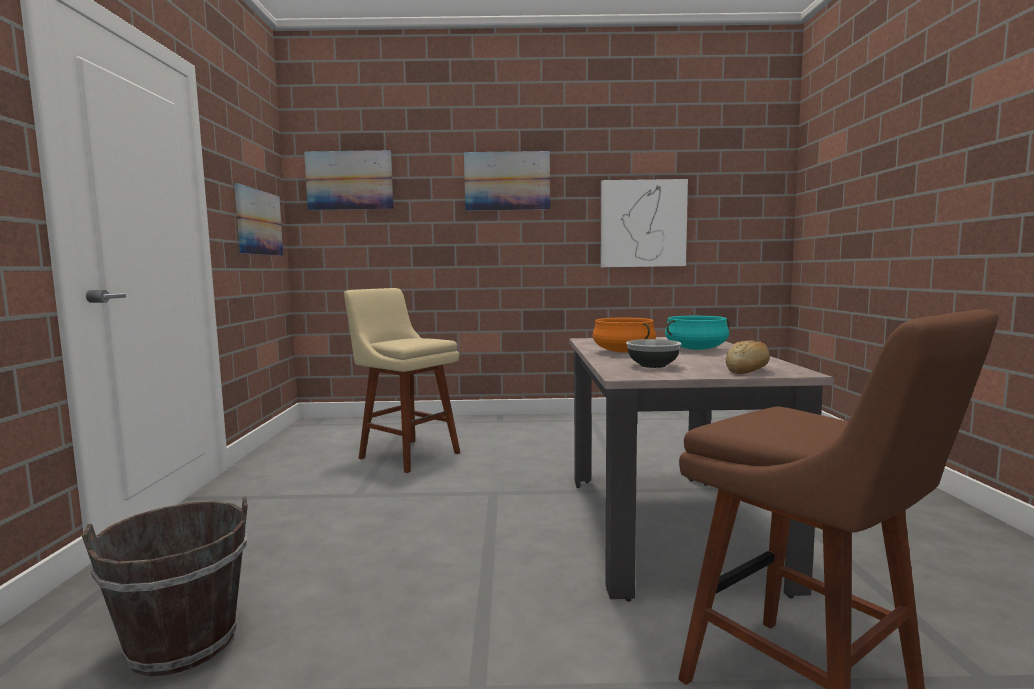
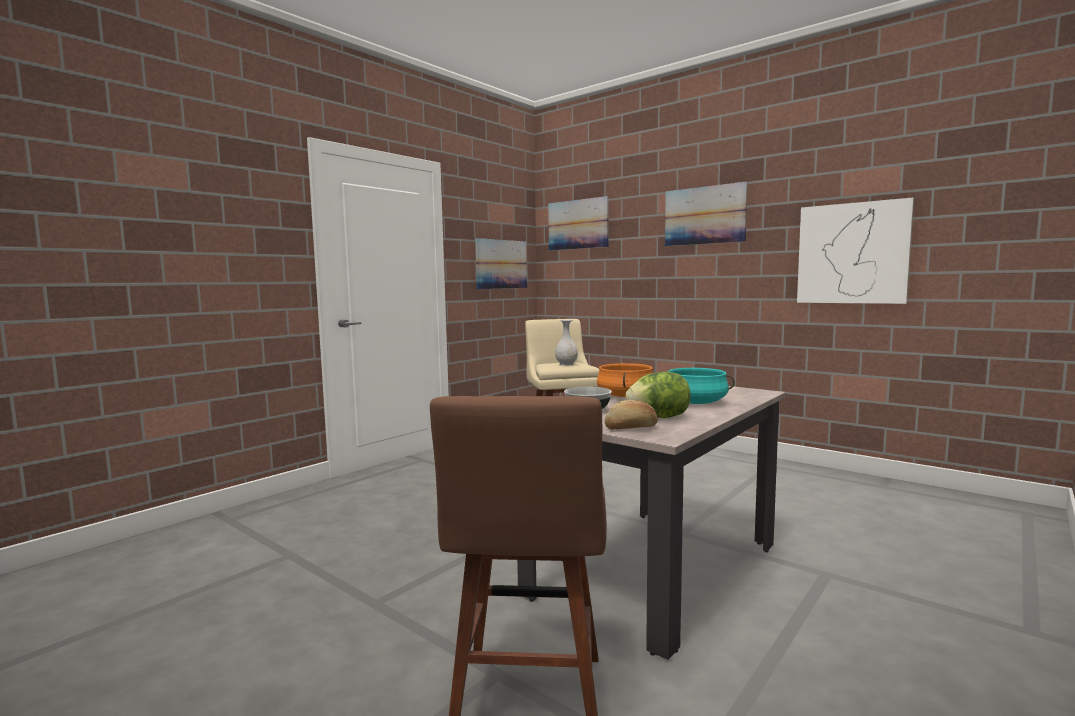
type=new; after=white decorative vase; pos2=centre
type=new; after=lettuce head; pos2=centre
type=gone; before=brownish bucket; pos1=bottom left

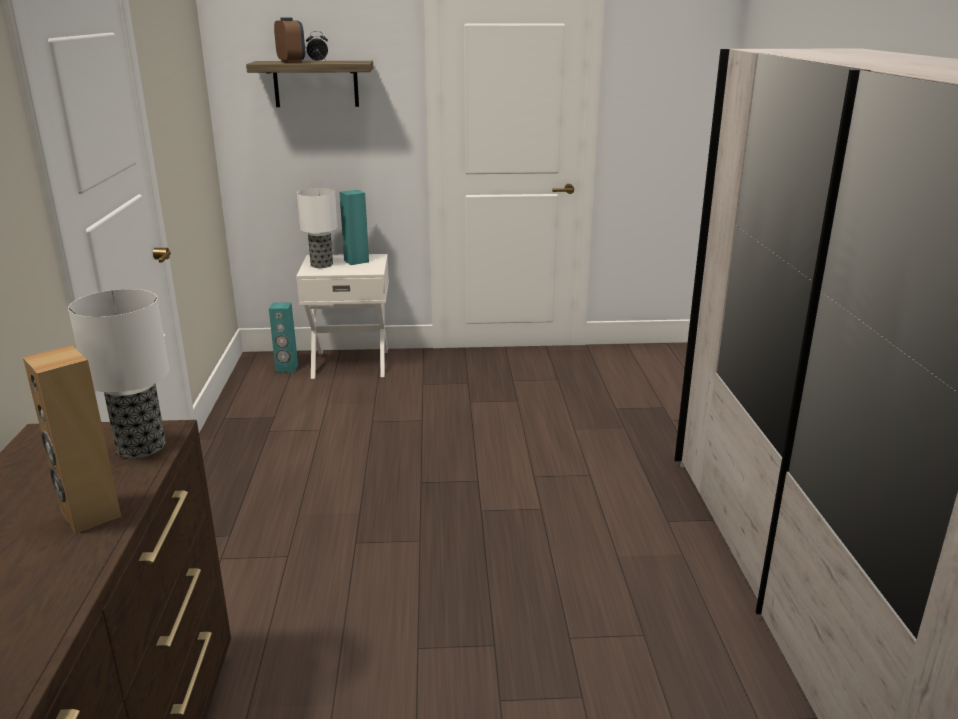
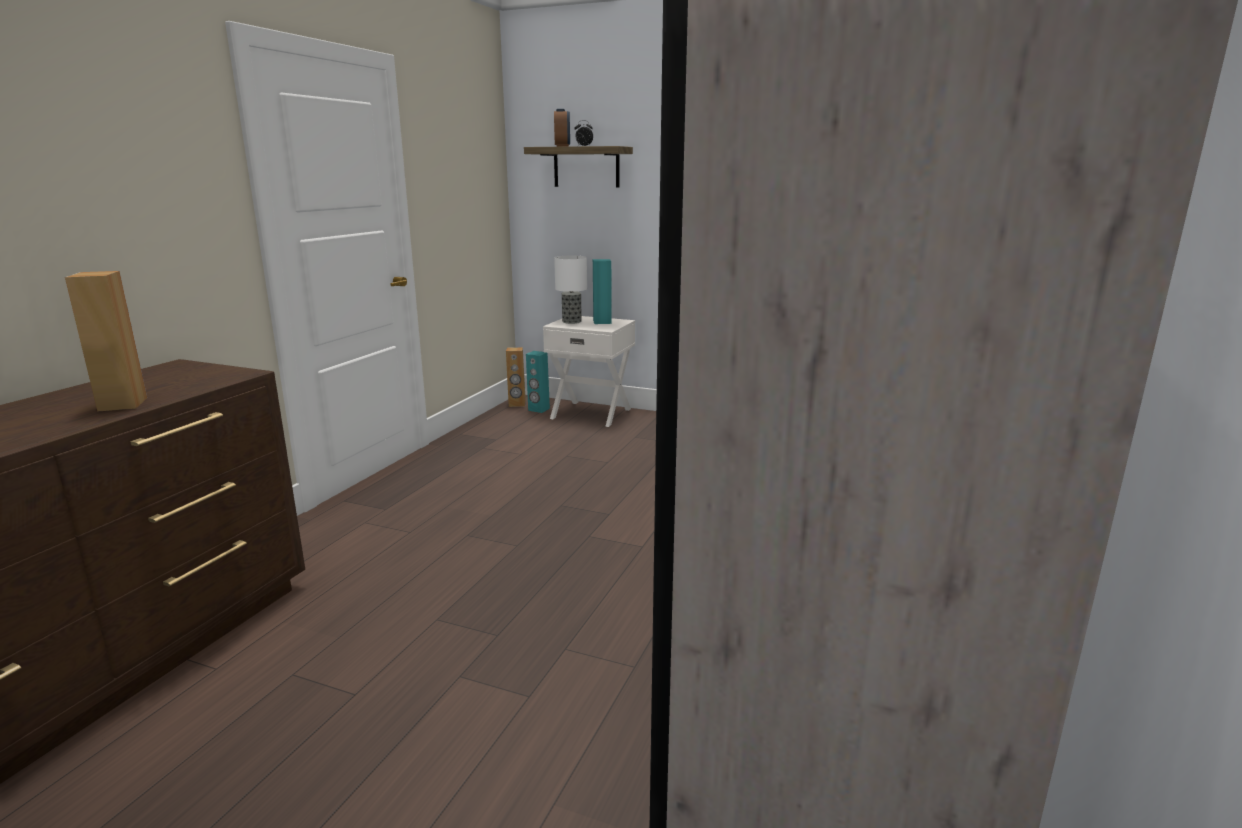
type=new; after=brownish speaker (no. 2 from left); pos2=centre
type=gone; before=table lamp (no. 1 from left); pos1=middle left

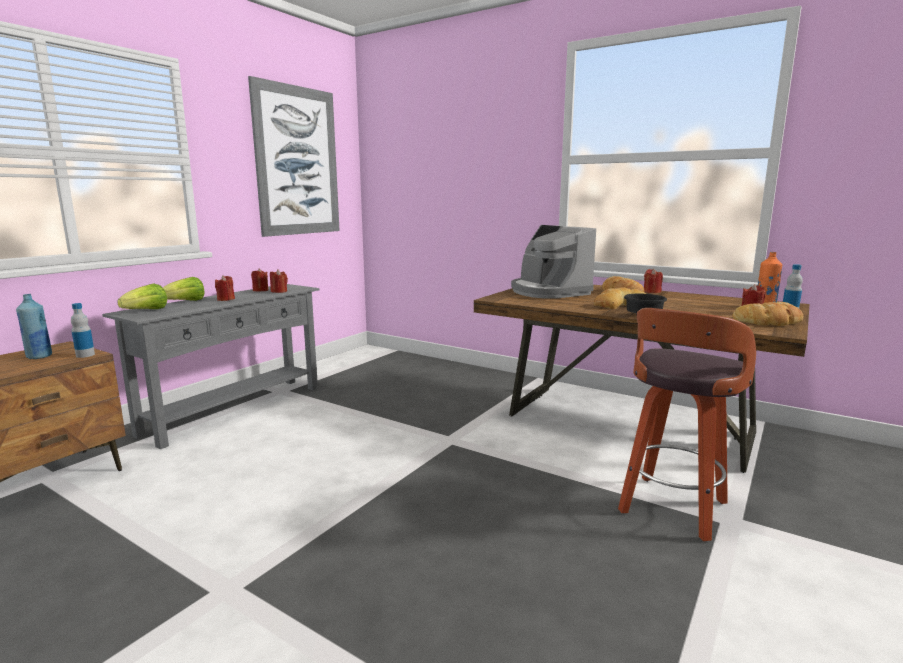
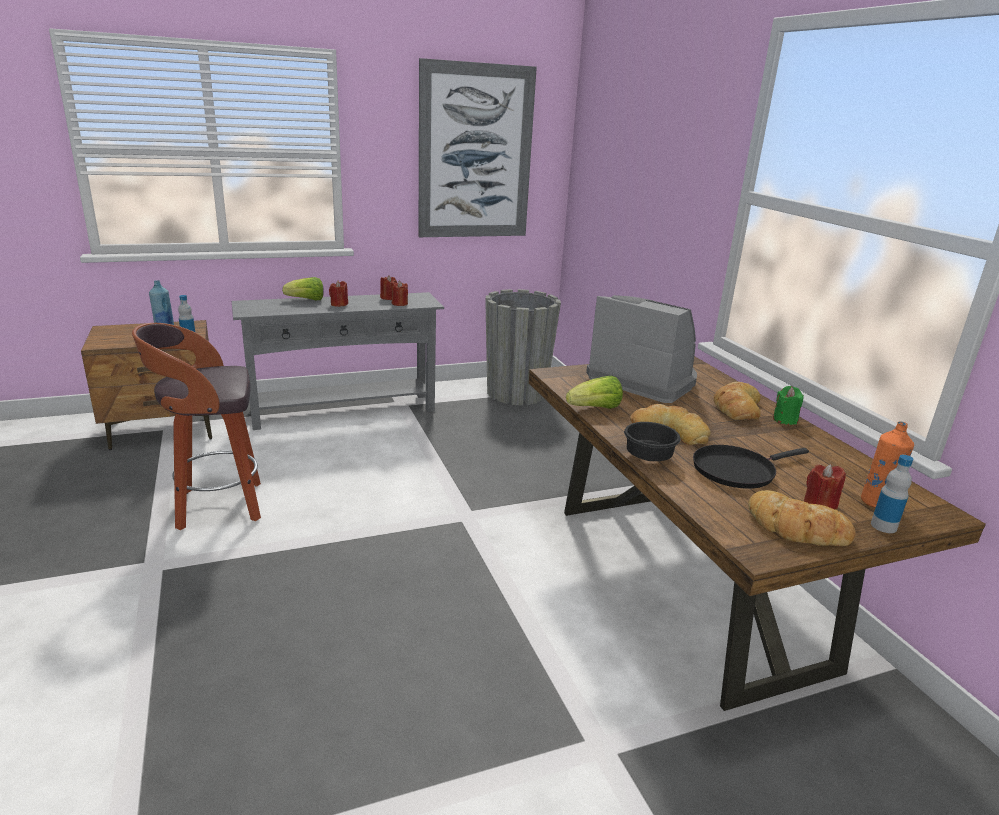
type=shifted; before=sitting stool; pos1=middle right; pos2=middle left
type=new; after=greyish plant pot; pos2=centre
type=shifted; before=lettuce head (no. 1 from left in the first image); after=lettuce head (no. 2 from left); pos1=middle left; pos2=centre
type=rotated; before=coffee brewer; pos1=centre; pos2=centre; turn=120
type=new; after=blackish skillet; pos2=middle right
type=repainted; before=red-coloured candle (no. 4 from left); after=green-coloured candle; pos1=middle right; pos2=middle right

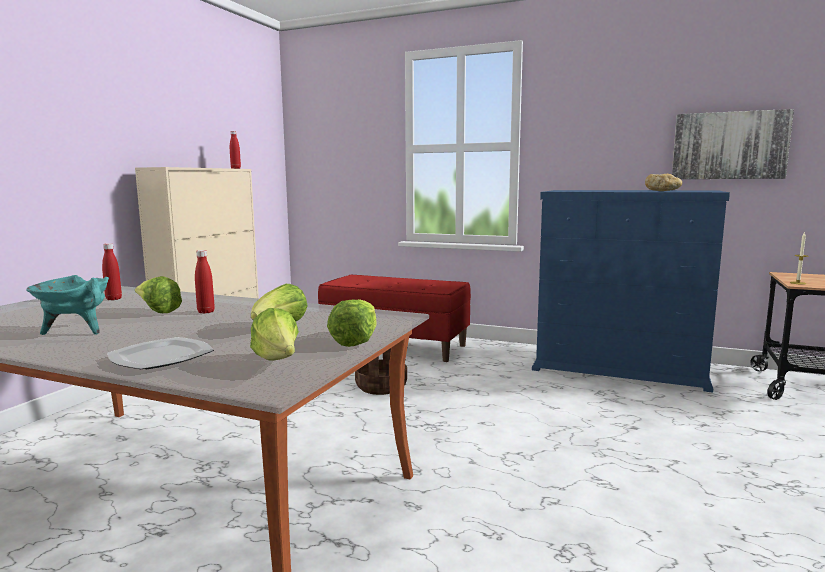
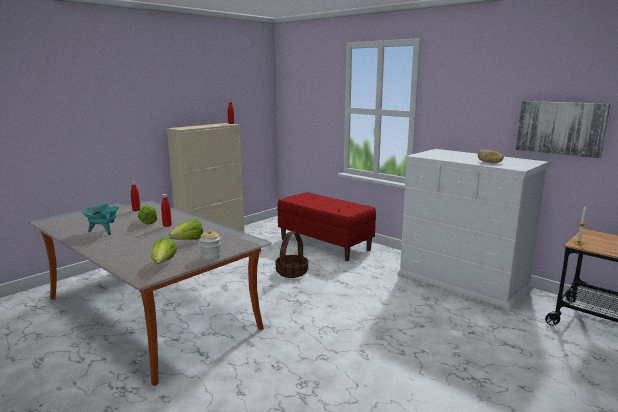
type=swapped; before=lettuce head (no. 4 from left); after=jar; pos1=centre; pos2=centre
type=repainted; before=blue chest of drawers; after=white chest of drawers; pos1=middle right; pos2=middle right
type=gone; before=dinner plate; pos1=middle left

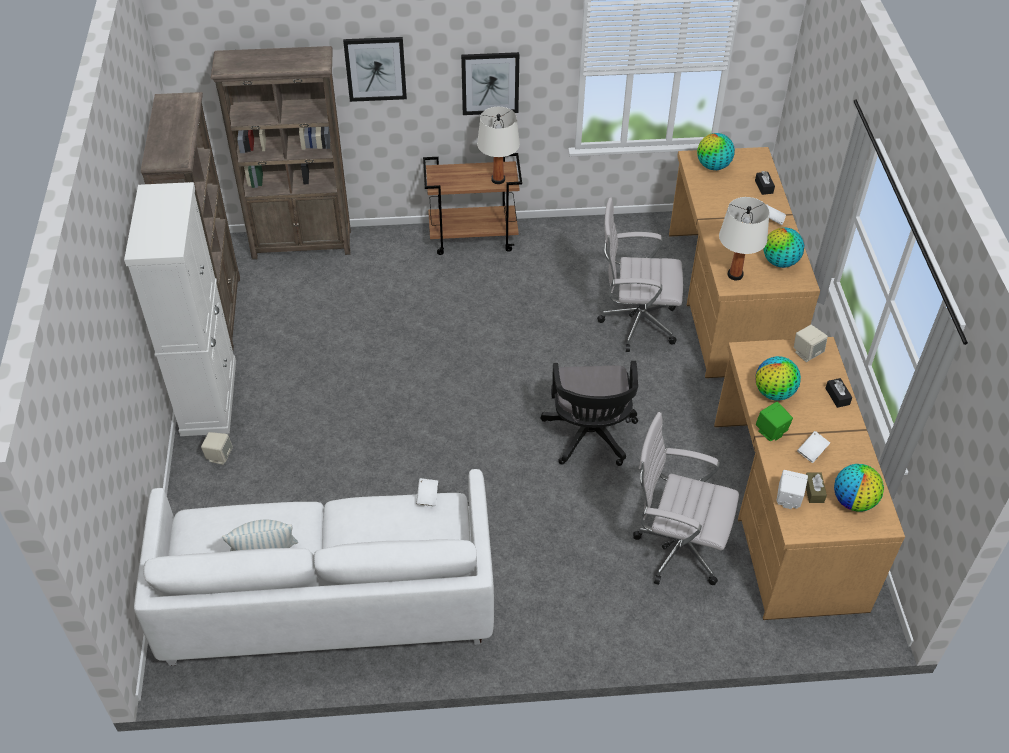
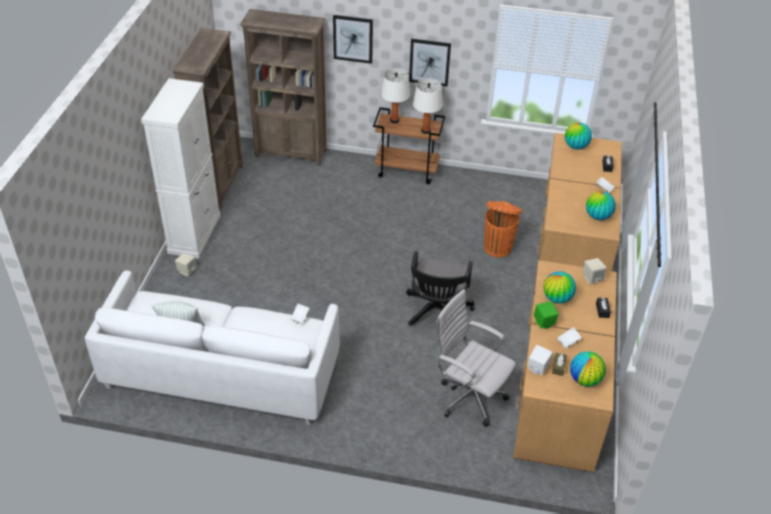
type=shifted; before=white table lamp (no. 2 from left in the first image); after=white table lamp (no. 1 from left); pos1=top right; pos2=top centre
type=swapped; before=white office chair (no. 1 from left); after=orange-coloured rubbish bin; pos1=centre; pos2=centre

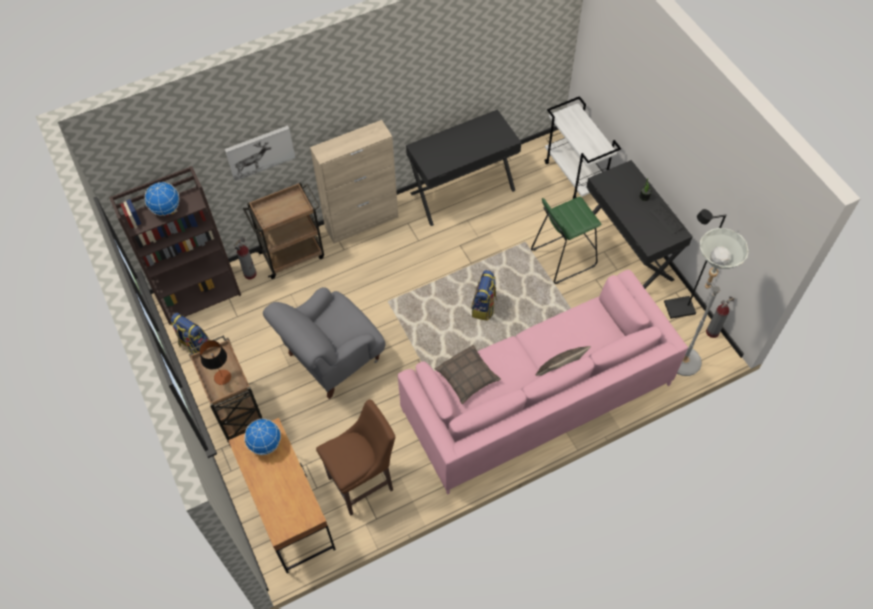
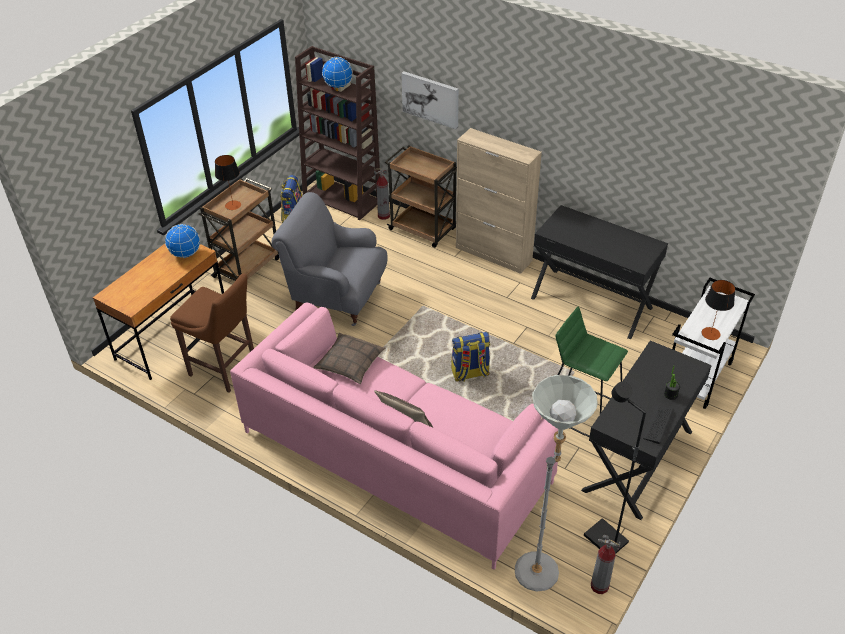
type=new; after=table lamp (no. 2 from left); pos2=middle right

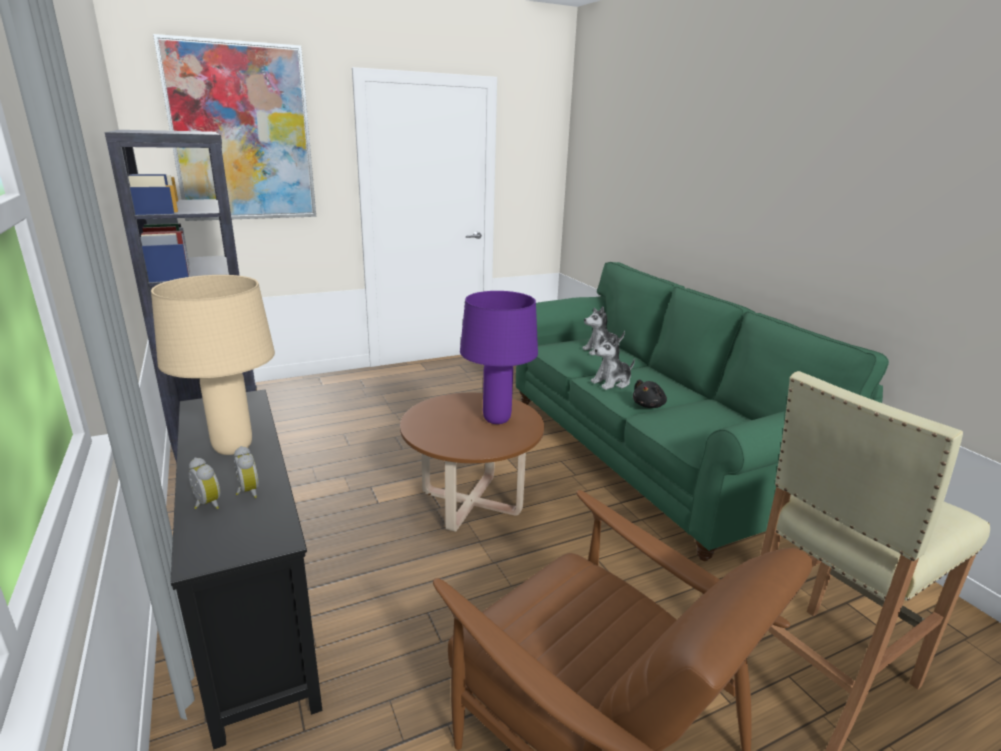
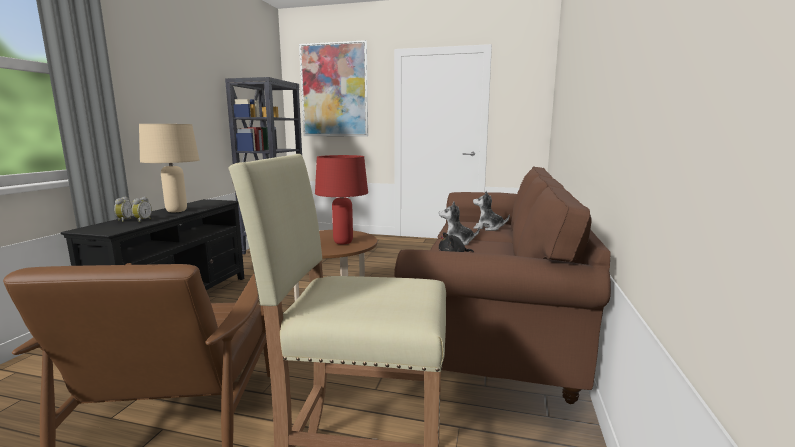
type=repainted; before=purplish table lamp; after=red-coloured table lamp; pos1=centre; pos2=centre
type=repainted; before=green-coloured sofa; after=brownish sofa; pos1=middle right; pos2=centre

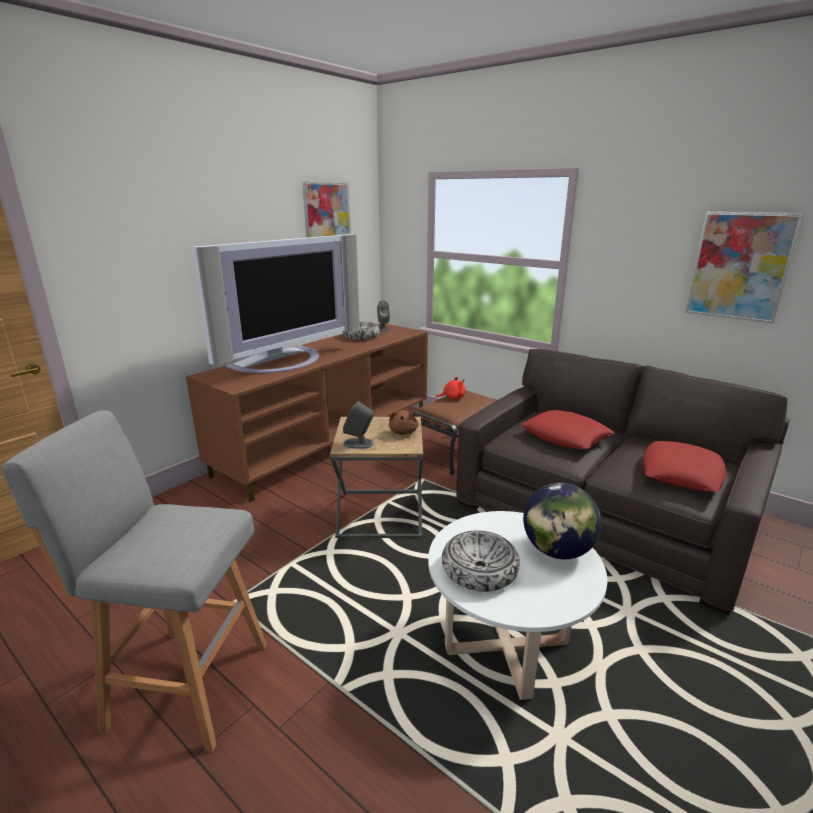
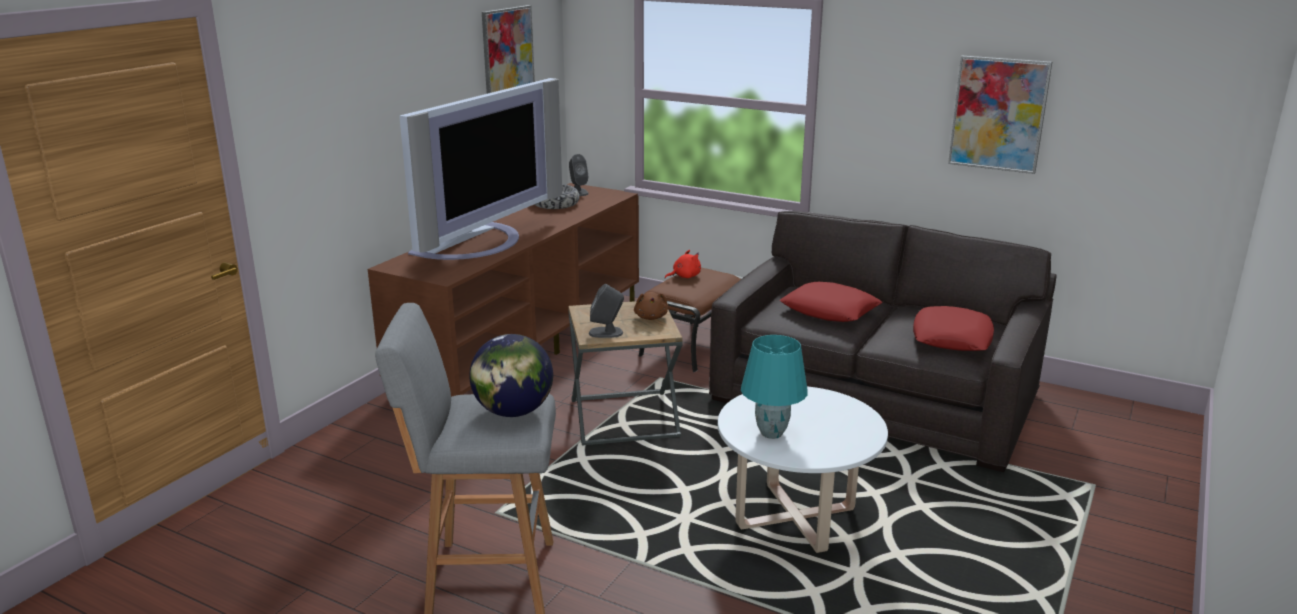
type=shifted; before=globe; pos1=middle right; pos2=centre
type=swapped; before=deep dish (no. 2 from left); after=turquoise table lamp; pos1=bottom centre; pos2=centre

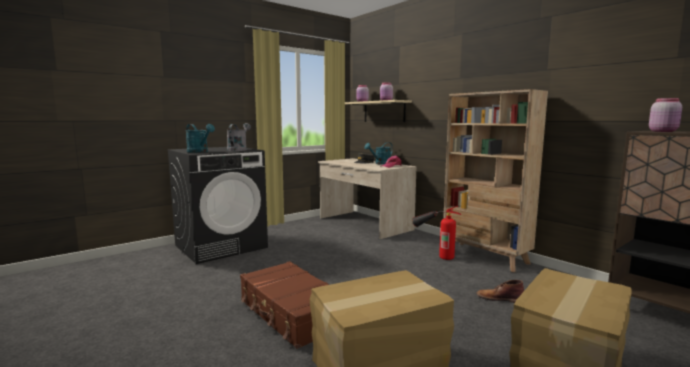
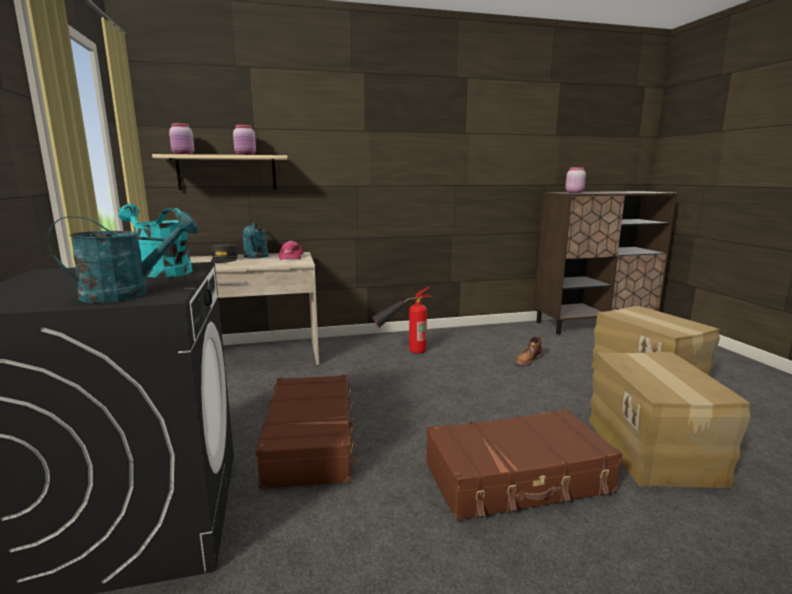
type=repainted; before=greyish sprinkling can; after=turquoise sprinkling can (no. 2 from left); pos1=centre; pos2=middle left
type=new; after=brownish suitcase (no. 1 from left); pos2=bottom centre
type=gone; before=beige-coloured bookcase; pos1=middle right

